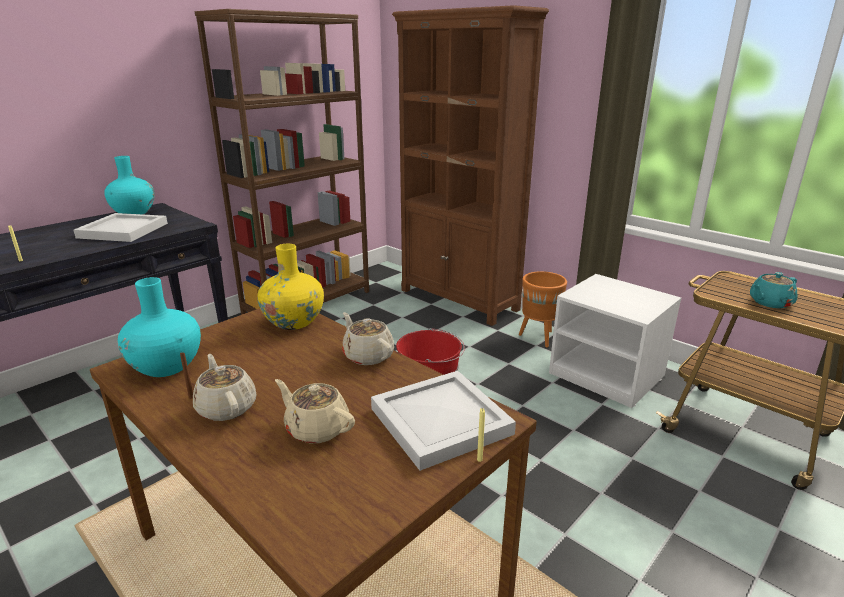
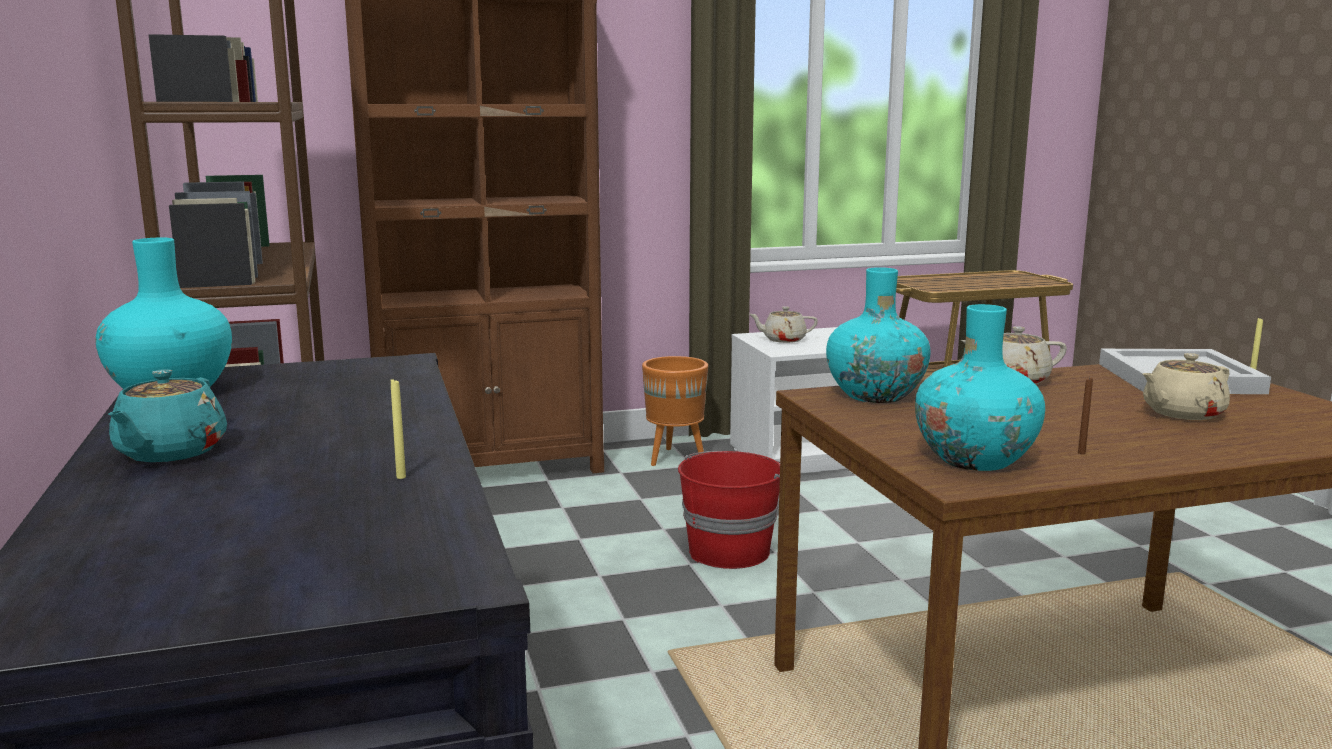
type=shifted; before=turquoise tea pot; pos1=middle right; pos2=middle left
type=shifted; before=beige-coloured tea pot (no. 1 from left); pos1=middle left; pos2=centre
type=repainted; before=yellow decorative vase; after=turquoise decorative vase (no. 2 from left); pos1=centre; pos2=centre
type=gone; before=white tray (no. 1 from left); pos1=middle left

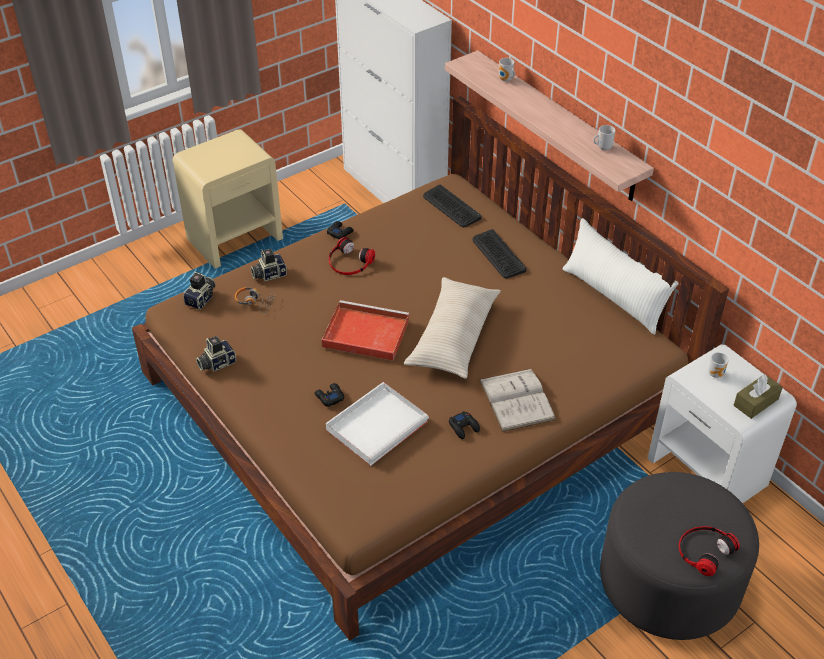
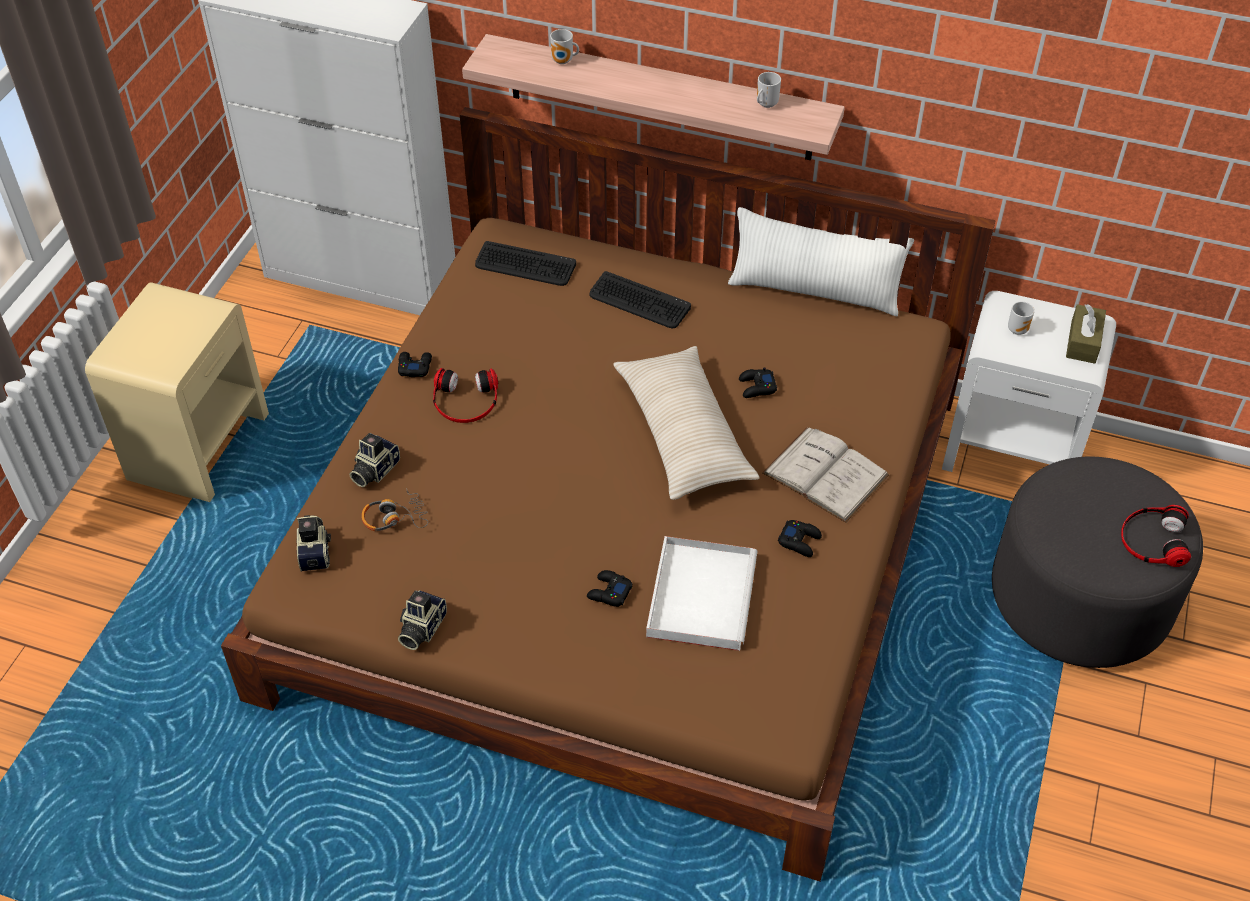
type=new; after=blackish game controller (no. 3 from left); pos2=centre
type=gone; before=red-coloured tray; pos1=centre

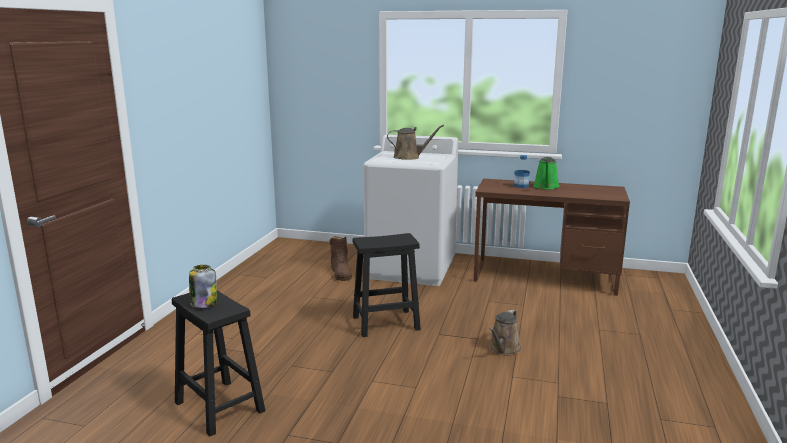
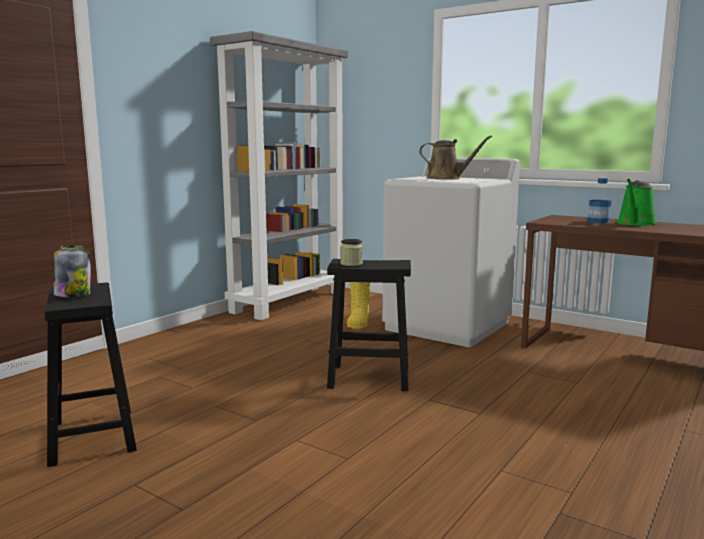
type=new; after=greyish bookcase; pos2=top centre
type=new; after=jar (no. 2 from left); pos2=centre
type=repainted; before=brownish high-top boot; after=yellow high-top boot; pos1=centre; pos2=centre
type=gone; before=brownish sprinkling can (no. 2 from left); pos1=bottom centre

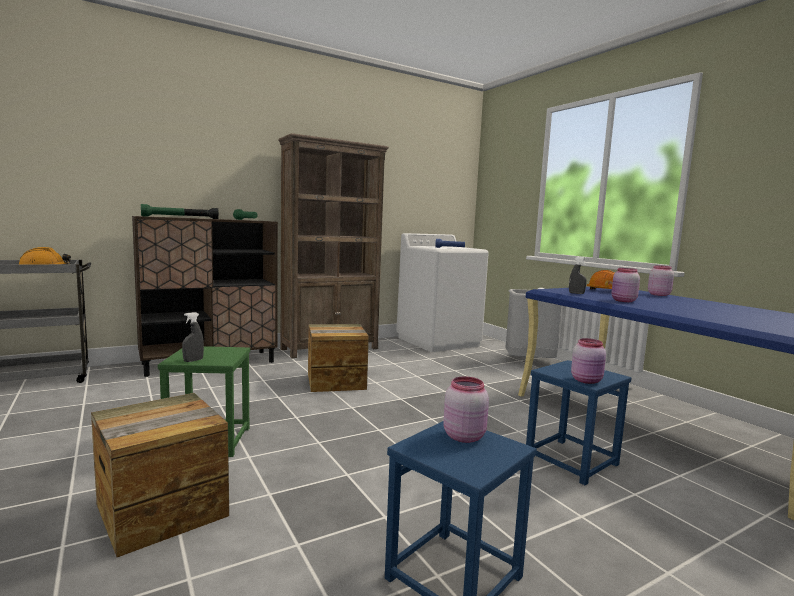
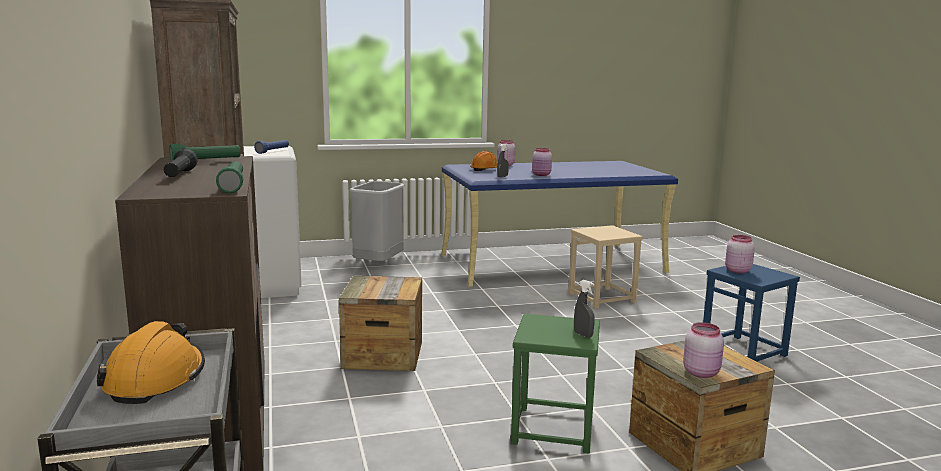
type=repainted; before=blue sitting stool (no. 2 from left); after=beige-coloured sitting stool; pos1=bottom right; pos2=centre
type=shifted; before=pinkish jar (no. 2 from left in the first image); after=pinkish jar (no. 3 from left); pos1=middle right; pos2=bottom right

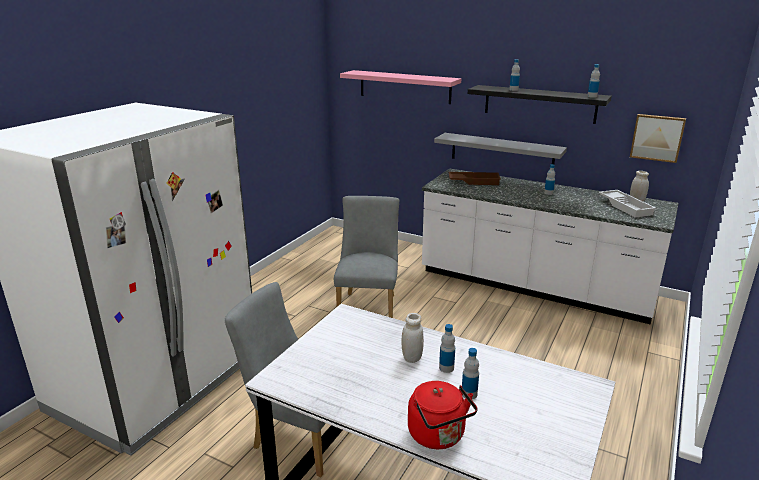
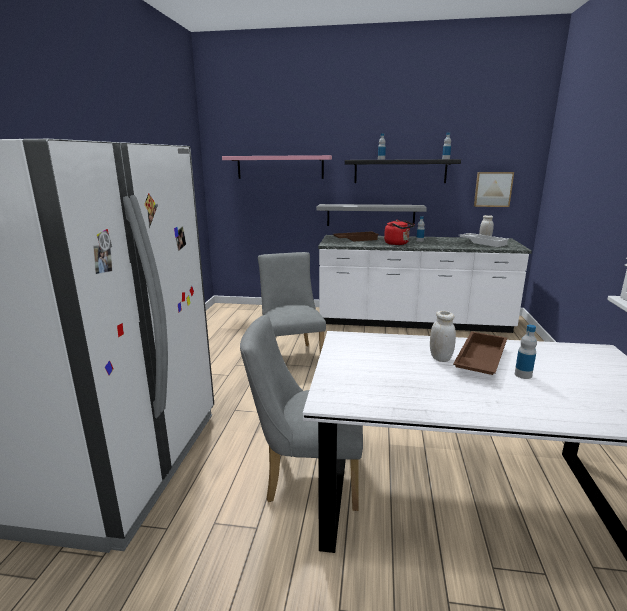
type=shifted; before=red-coloured kettle; pos1=bottom centre; pos2=centre
type=swapped; before=bottle (no. 1 from left); after=brownish tray (no. 2 from left); pos1=bottom centre; pos2=middle right

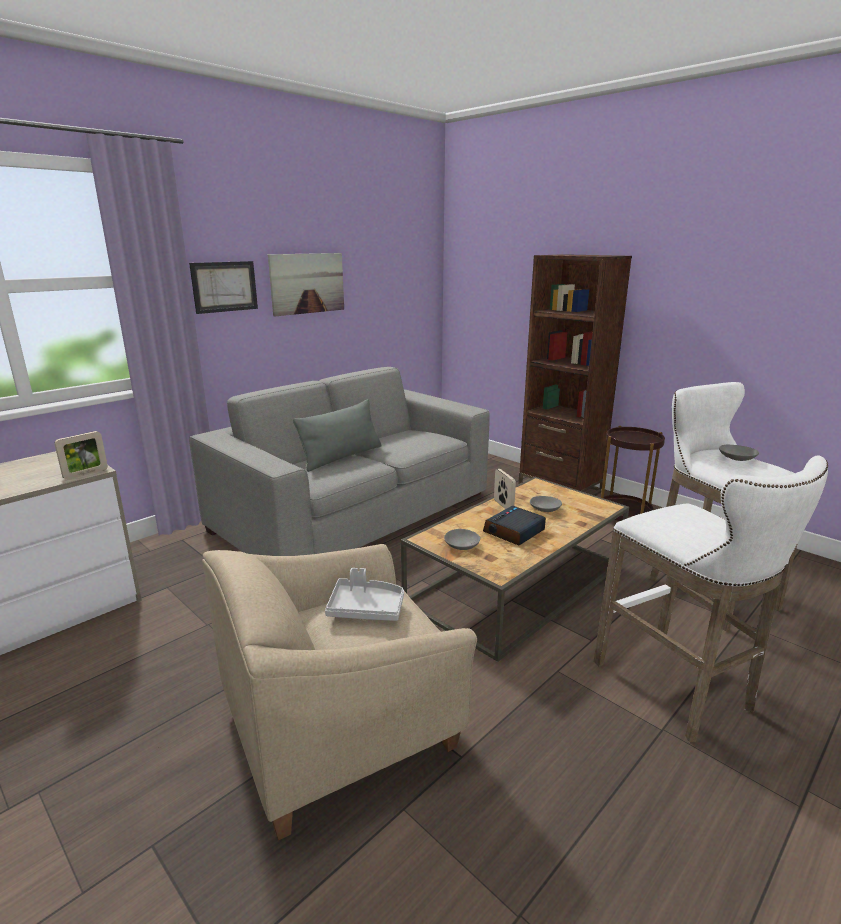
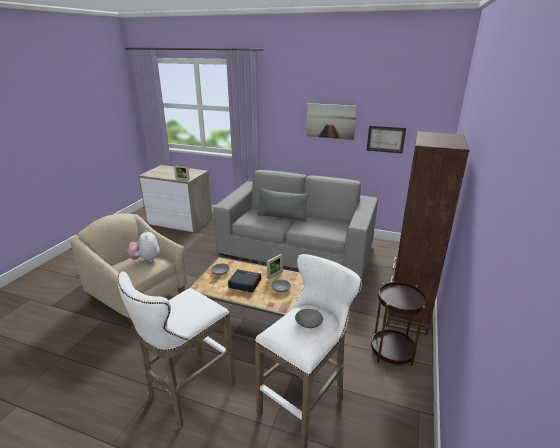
type=swapped; before=greyish tray; after=cuddly toy; pos1=centre; pos2=middle left
type=shifted; before=picture (no. 1 from left in the first image); after=picture (no. 2 from left); pos1=top left; pos2=top right

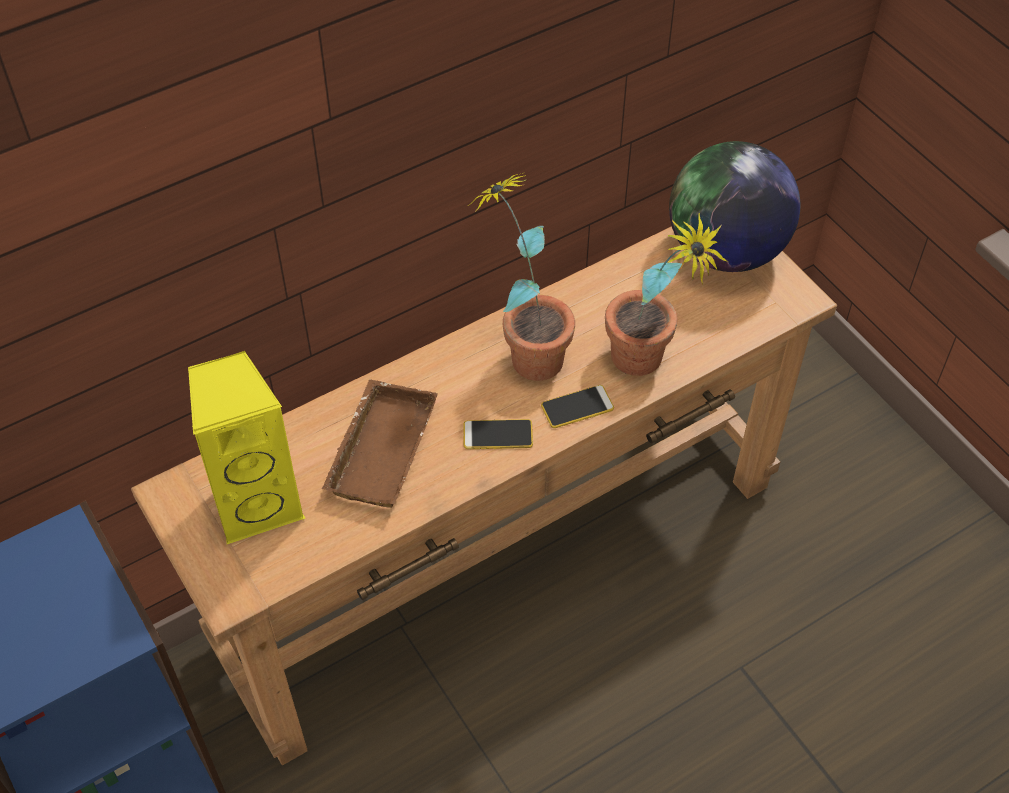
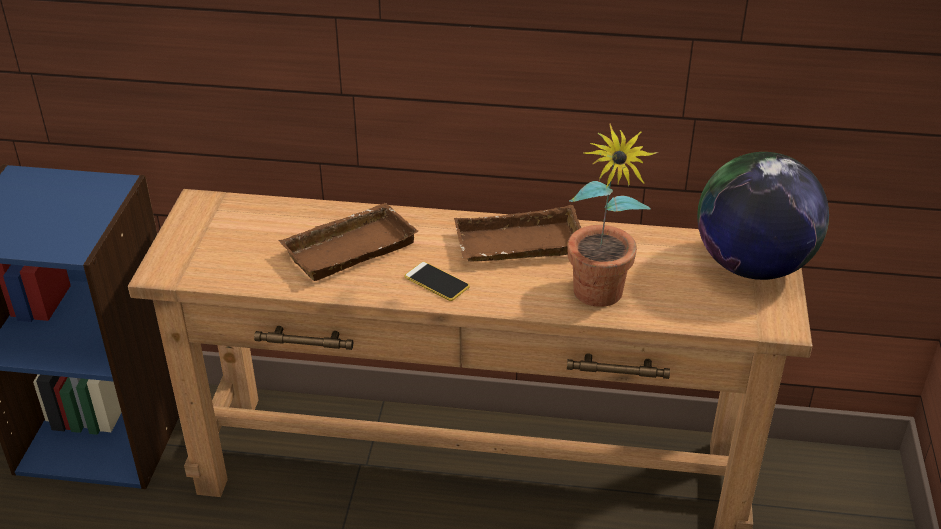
type=swapped; before=plant in a pot (no. 1 from left); after=brownish tray (no. 2 from left); pos1=centre; pos2=centre
type=gone; before=yellow speaker; pos1=middle left
type=gone; before=handset (no. 2 from left); pos1=centre

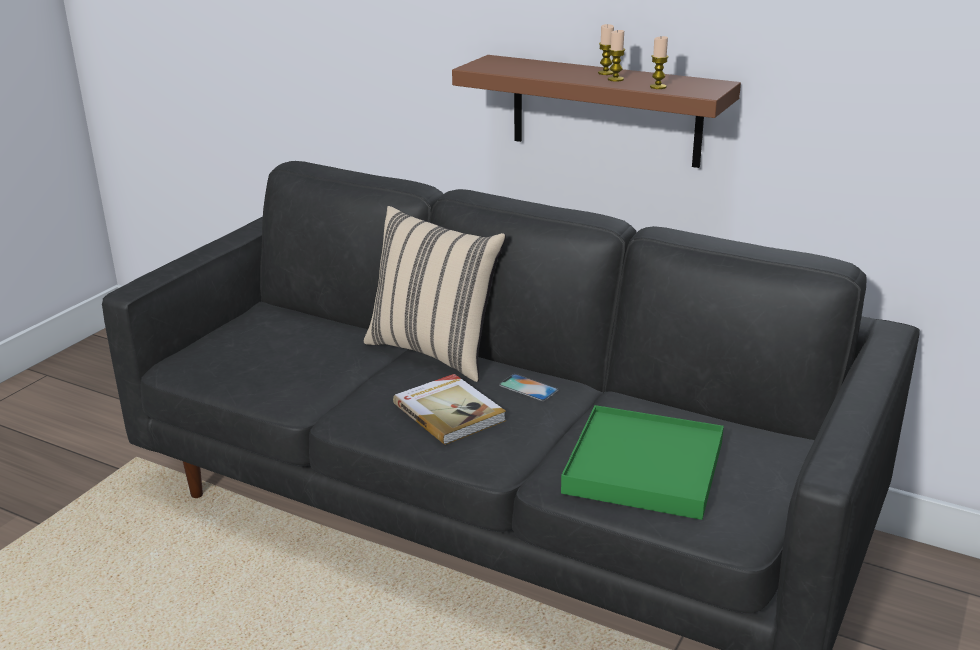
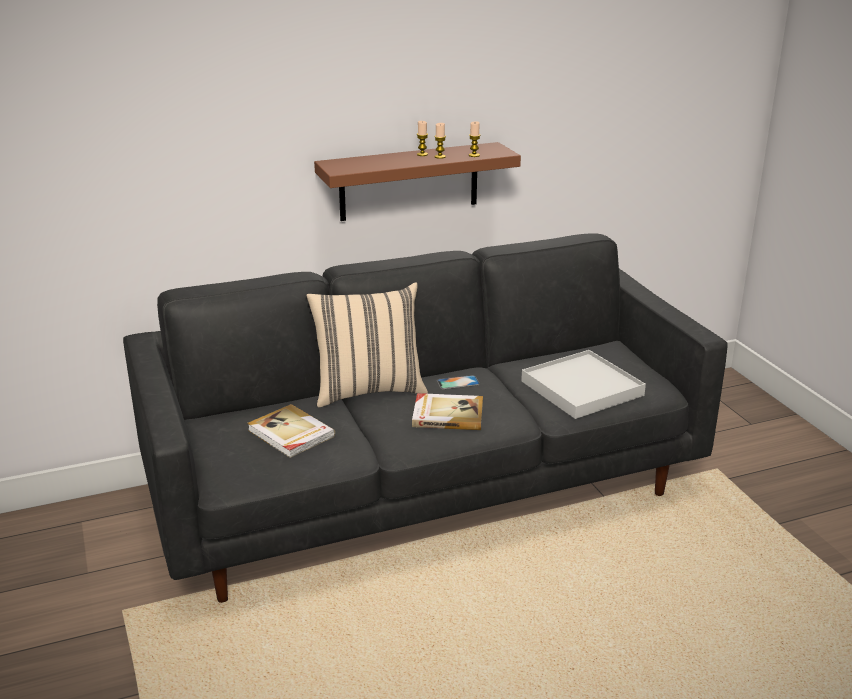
type=new; after=book (no. 1 from left); pos2=centre
type=repainted; before=green-coloured tray; after=white tray; pos1=bottom centre; pos2=middle right

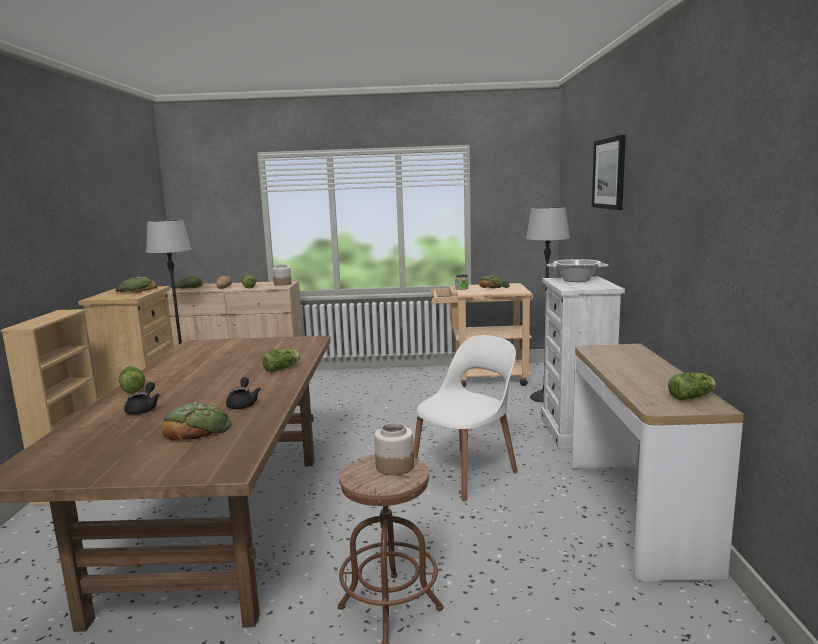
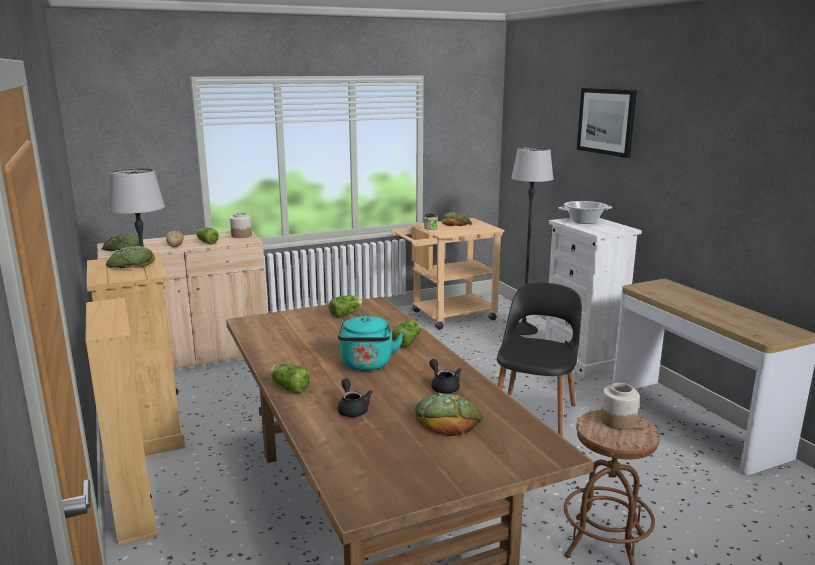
type=shifted; before=lettuce head (no. 4 from left in the first image); after=lettuce head (no. 3 from left); pos1=middle right; pos2=centre
type=new; after=turquoise kettle; pos2=centre
type=repainted; before=white plain chair; after=blackish plain chair; pos1=centre; pos2=centre

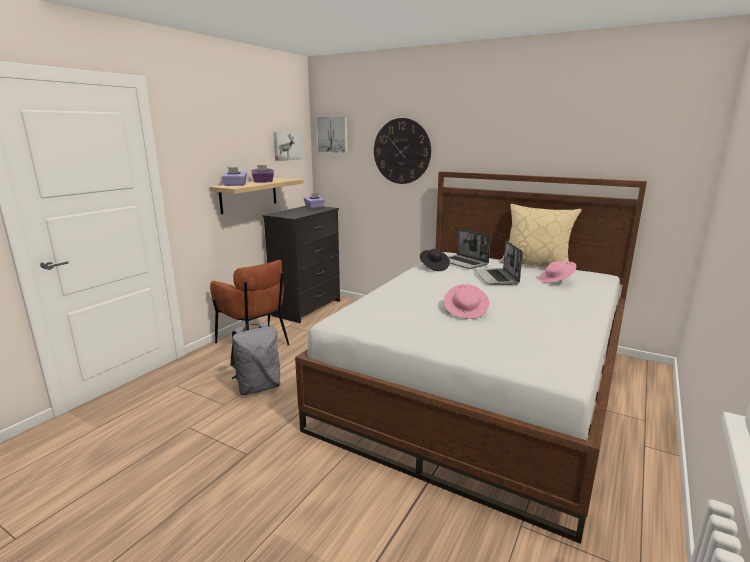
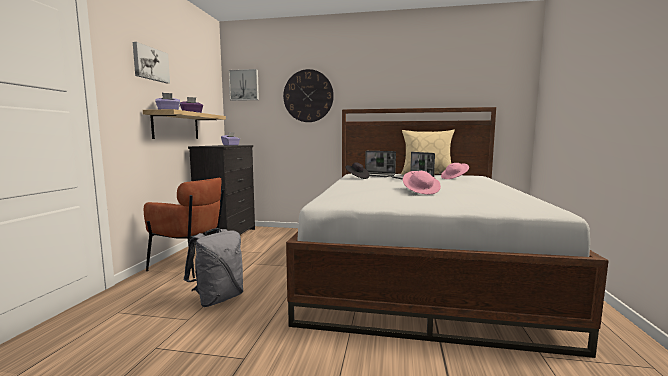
type=shifted; before=picture (no. 1 from left); pos1=top centre; pos2=top left

